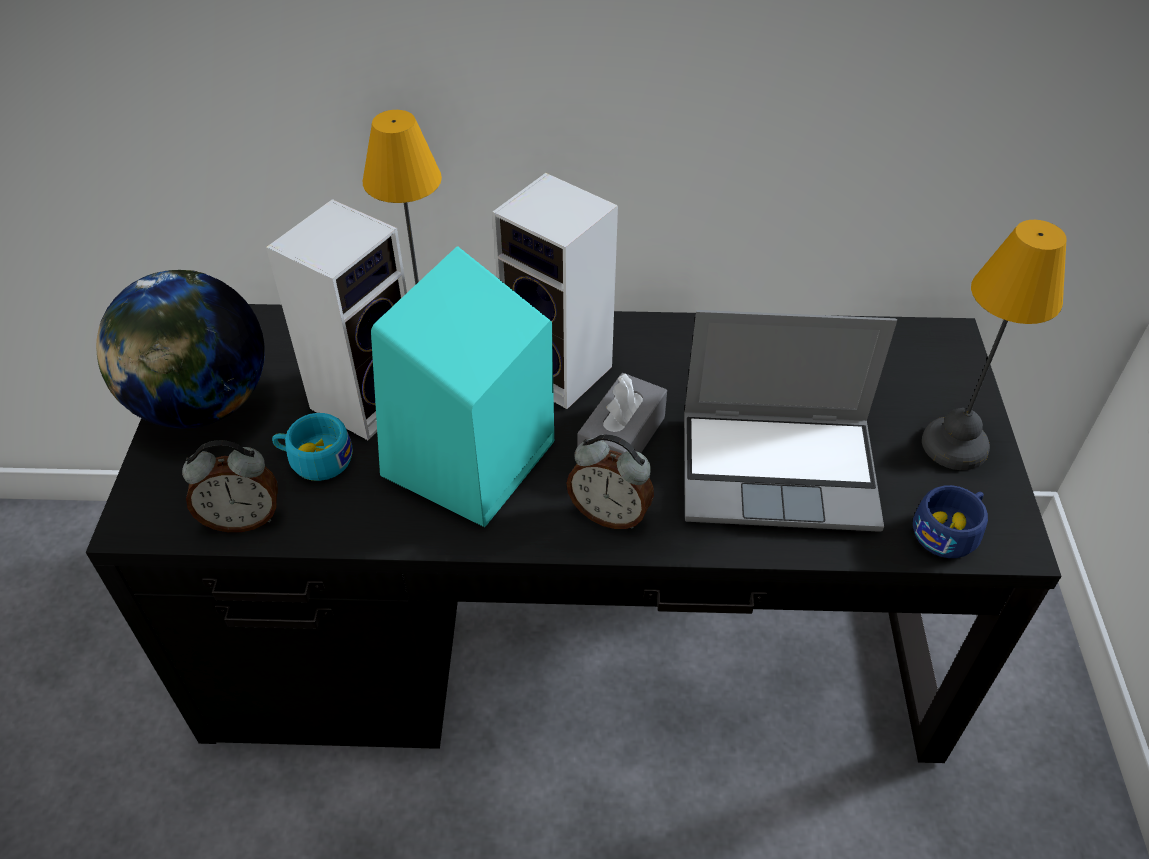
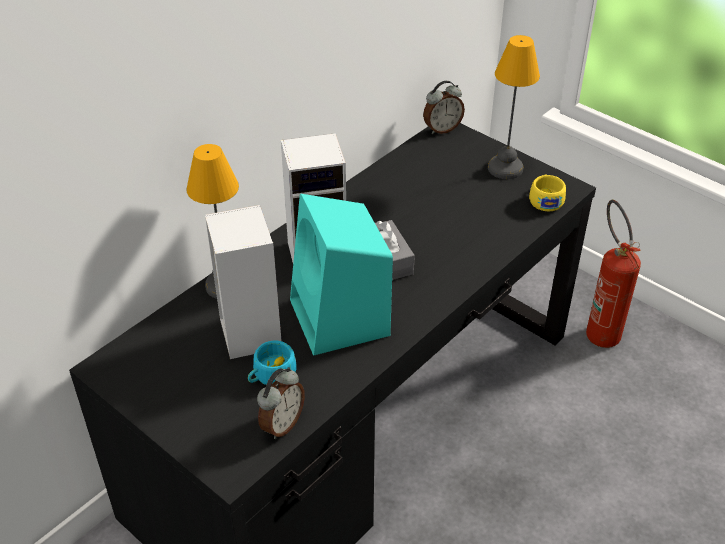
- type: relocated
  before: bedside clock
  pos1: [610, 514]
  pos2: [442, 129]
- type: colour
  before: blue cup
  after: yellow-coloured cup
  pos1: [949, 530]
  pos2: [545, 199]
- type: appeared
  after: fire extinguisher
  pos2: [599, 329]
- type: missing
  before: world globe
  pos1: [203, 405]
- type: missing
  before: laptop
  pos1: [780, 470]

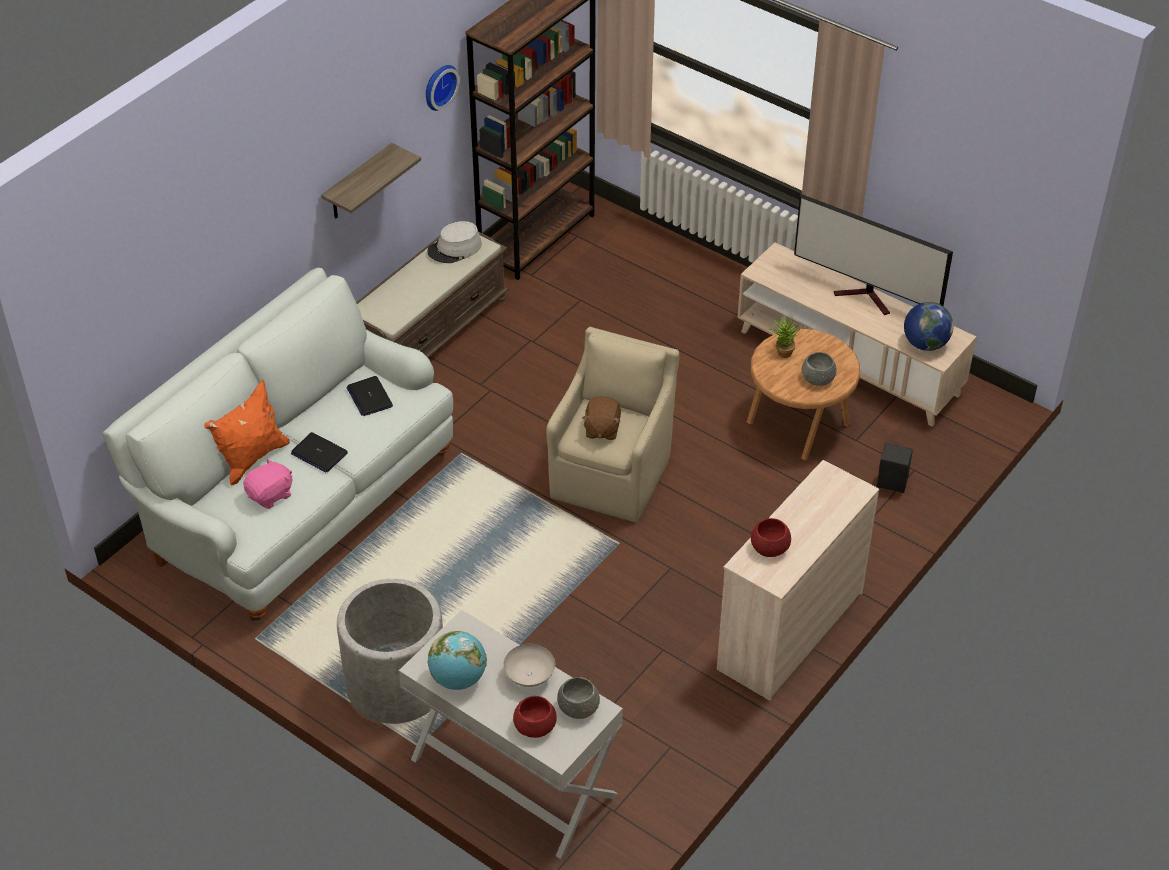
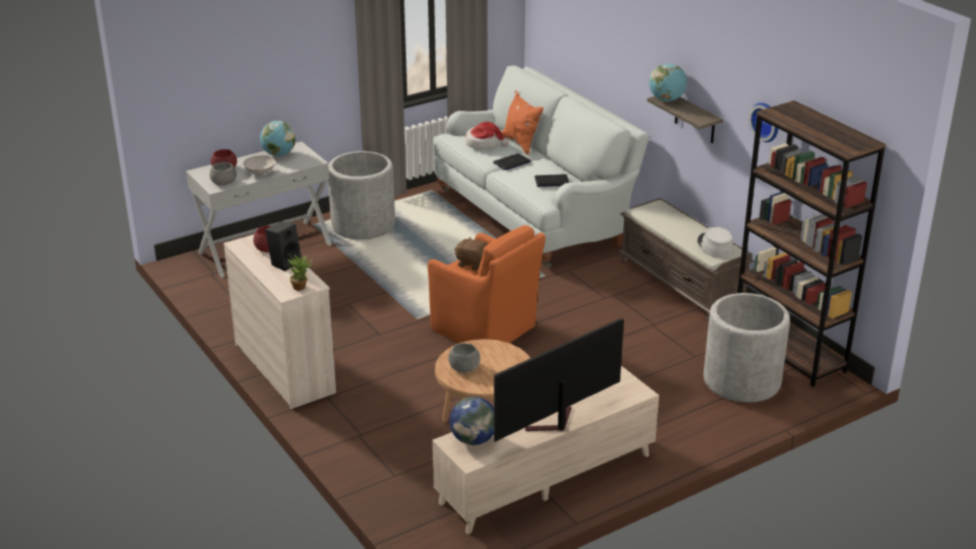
- type: relocated
  before: black-coloured audio speaker
  pos1: [890, 485]
  pos2: [285, 262]
- type: relocated
  before: potted plant
  pos1: [782, 351]
  pos2: [302, 287]
- type: colour
  before: beige-coloured easy chair
  after: orange easy chair
  pos1: [612, 474]
  pos2: [485, 330]
- type: exchanged
  before: pink-coloured cuddly toy
  after: clothing hat
  pos1: [271, 495]
  pos2: [484, 144]
- type: appeared
  after: world globe
  pos2: [666, 100]
- type: appeared
  after: greyish planter
  pos2: [741, 381]

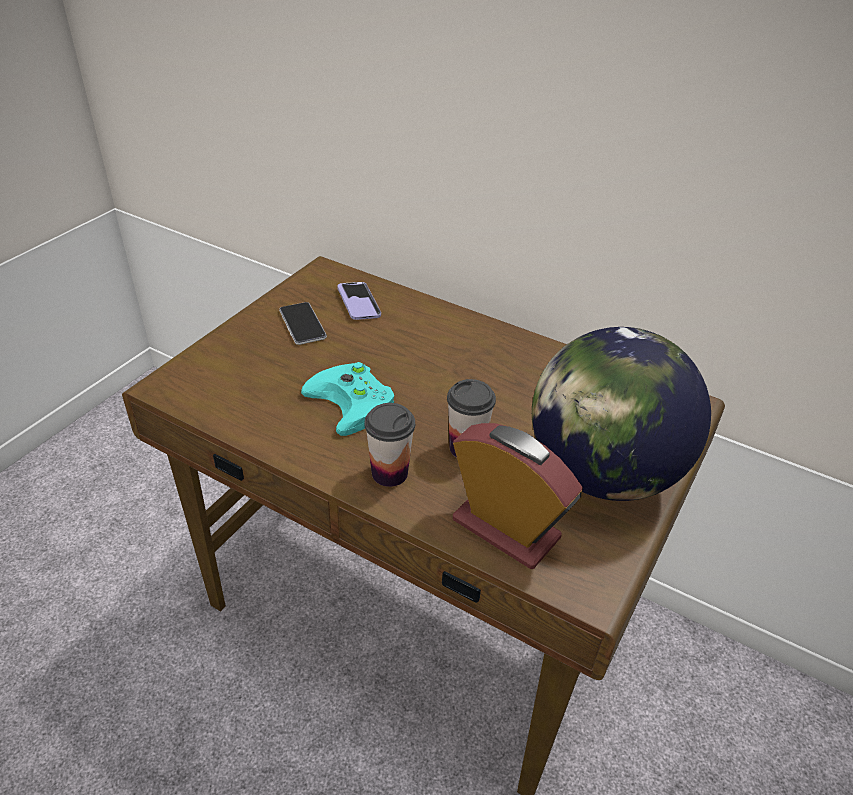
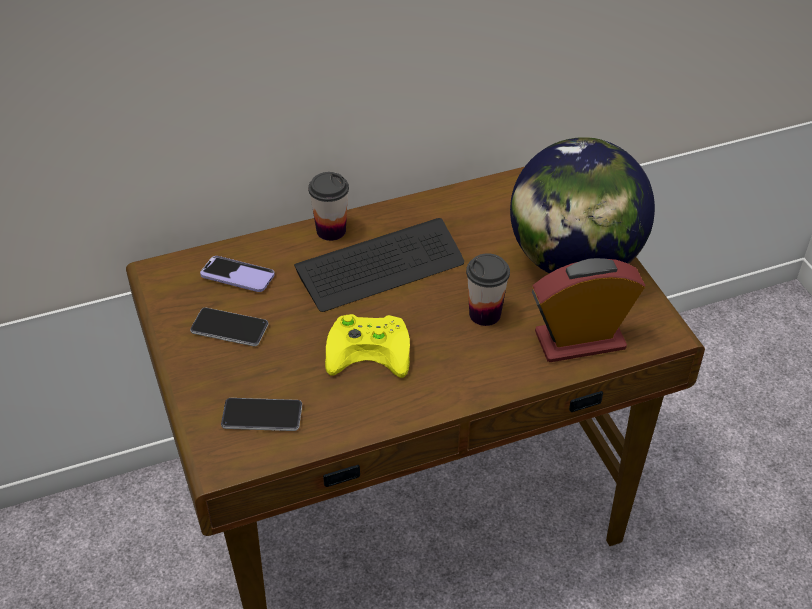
- type: appeared
  after: handset
  pos2: [262, 415]
- type: appeared
  after: PC keyboard
  pos2: [380, 267]
- type: relocated
  before: cup
  pos1: [389, 473]
  pos2: [331, 230]
- type: colour
  before: turquoise game controller
  after: yellow-coloured game controller
  pos1: [355, 402]
  pos2: [371, 348]

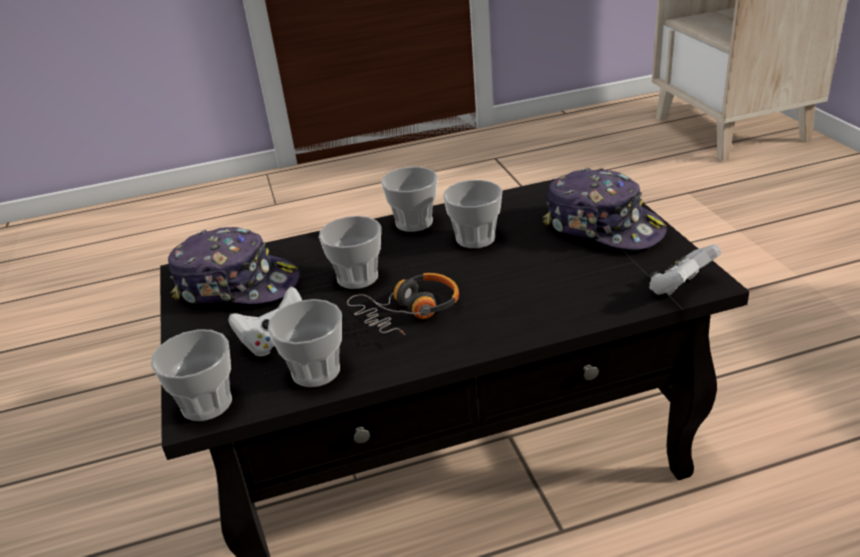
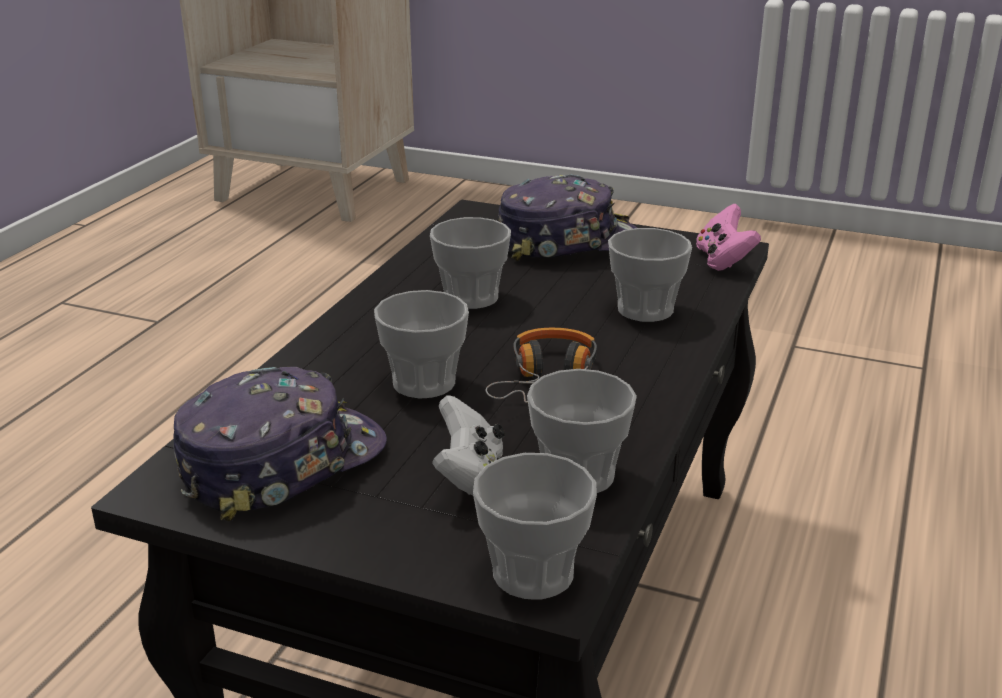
- type: relocated
  before: cup
  pos1: [414, 222]
  pos2: [645, 310]
- type: colour
  before: white game controller
  after: pink-coloured game controller
  pos1: [680, 288]
  pos2: [723, 260]

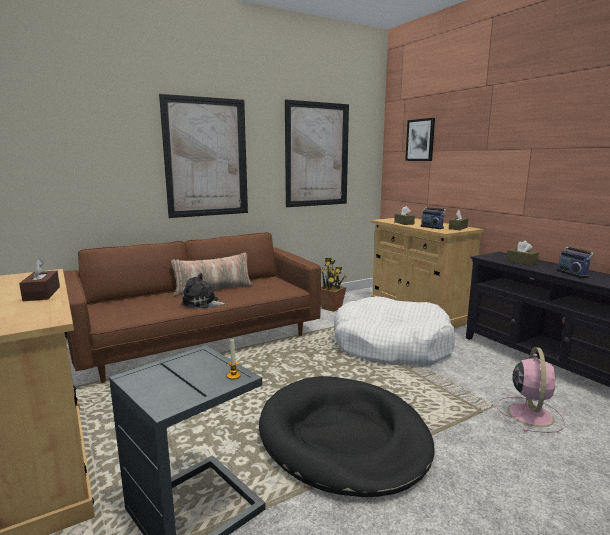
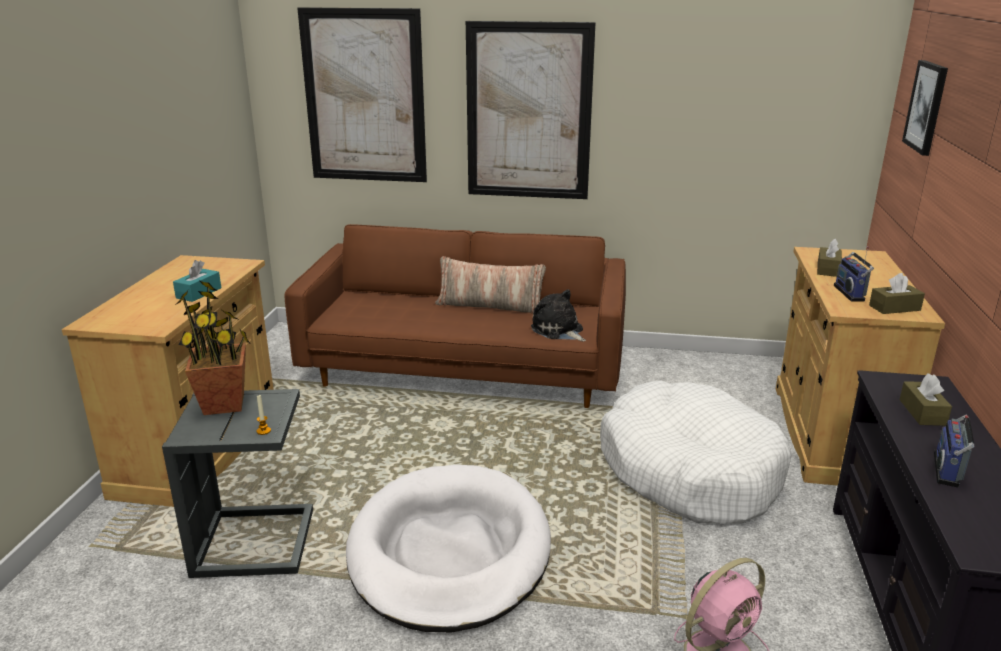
- type: colour
  before: brown-coloured box of tissues
  after: turquoise box of tissues
  pos1: [42, 294]
  pos2: [199, 293]
- type: relocated
  before: potted plant
  pos1: [331, 308]
  pos2: [225, 404]
- type: relocated
  before: picture
  pos1: [317, 155]
  pos2: [364, 97]
- type: colour
  before: black-coloured dog cushion
  after: white dog cushion
  pos1: [343, 438]
  pos2: [449, 552]
- type: relocated
  before: cuddly toy
  pos1: [202, 303]
  pos2: [558, 330]

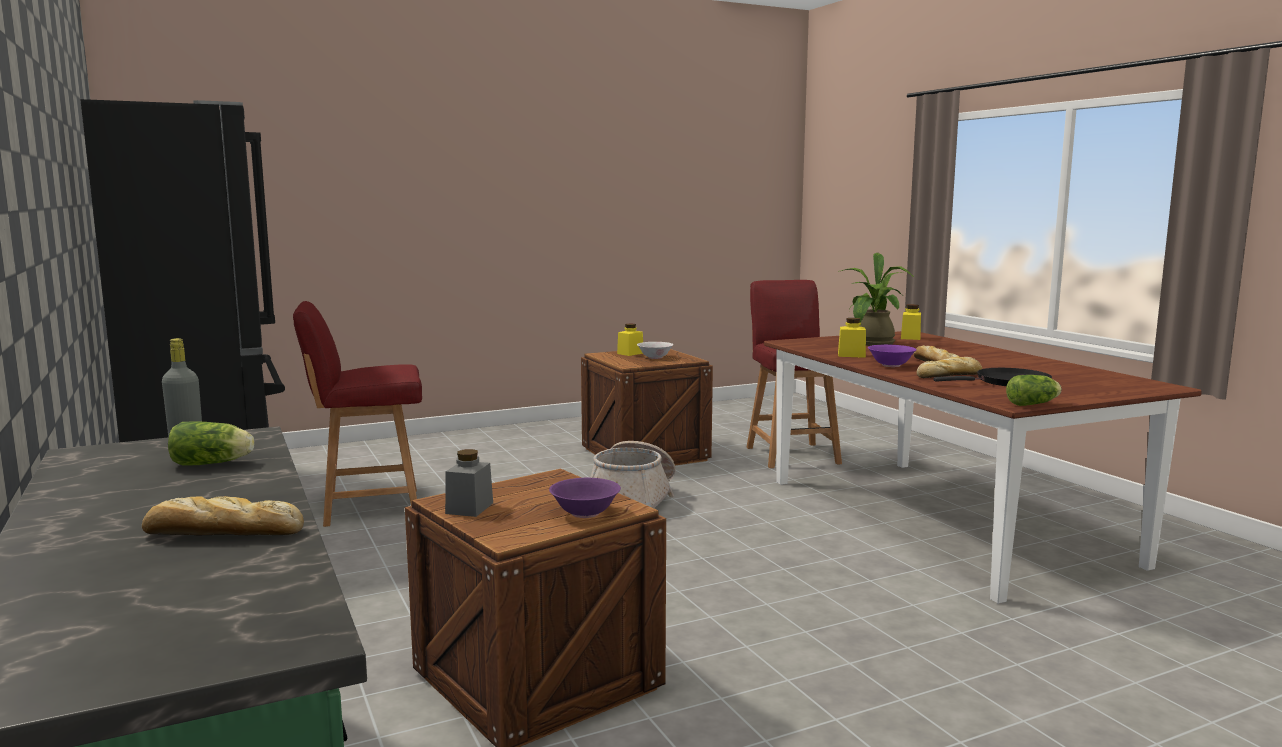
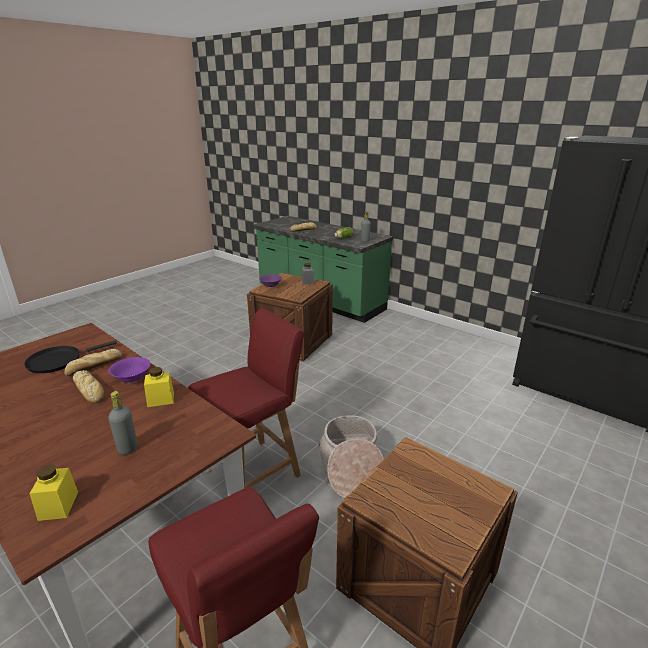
- type: exchanged
  before: potted plant
  after: greyish beverage bottle
  pos1: [872, 344]
  pos2: [127, 448]
- type: relocated
  before: red-coloured upright chair
  pos1: [368, 507]
  pos2: [255, 472]
- type: missing
  before: yellow-coloured storage jar
  pos1: [630, 353]
- type: missing
  before: white bowl
  pos1: [655, 357]
- type: missing
  before: lettuce head
  pos1: [1034, 404]

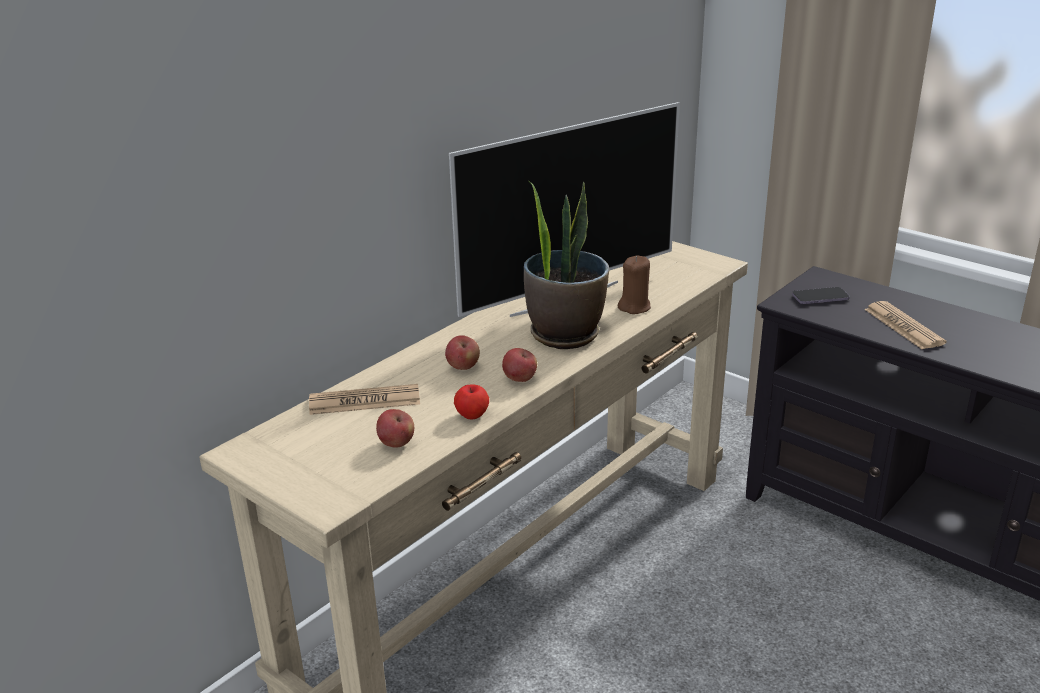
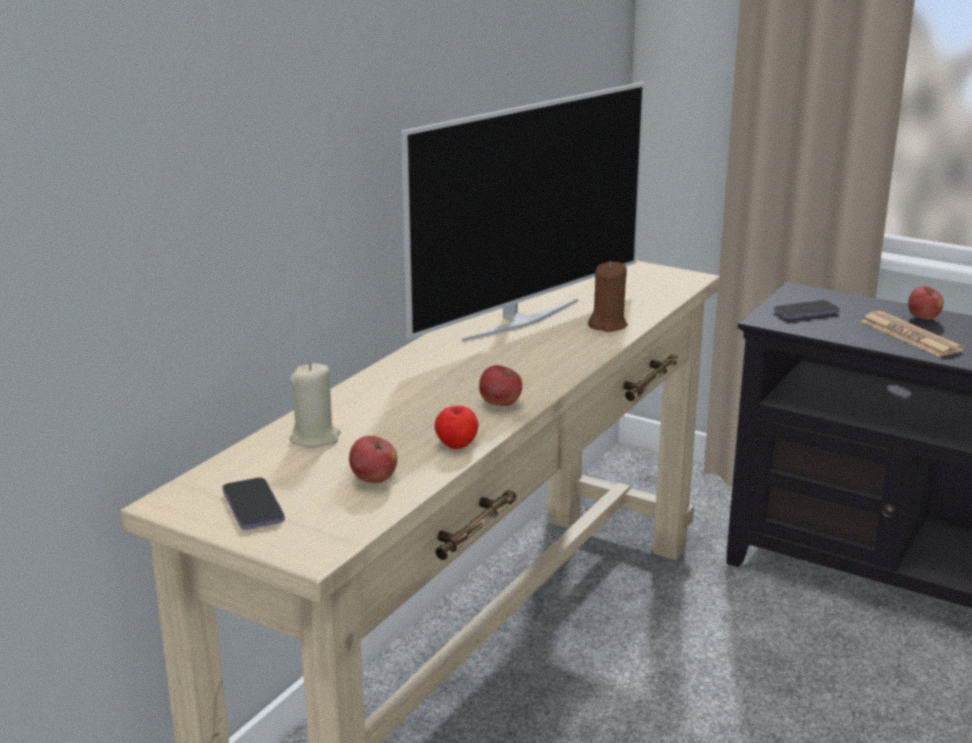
- type: appeared
  after: handset
  pos2: [253, 507]
- type: exchanged
  before: daily paper
  after: beige-coloured wax light
  pos1: [364, 401]
  pos2: [315, 438]
- type: relocated
  before: apple
  pos1: [463, 367]
  pos2: [923, 318]
- type: missing
  before: potted plant
  pos1: [565, 334]

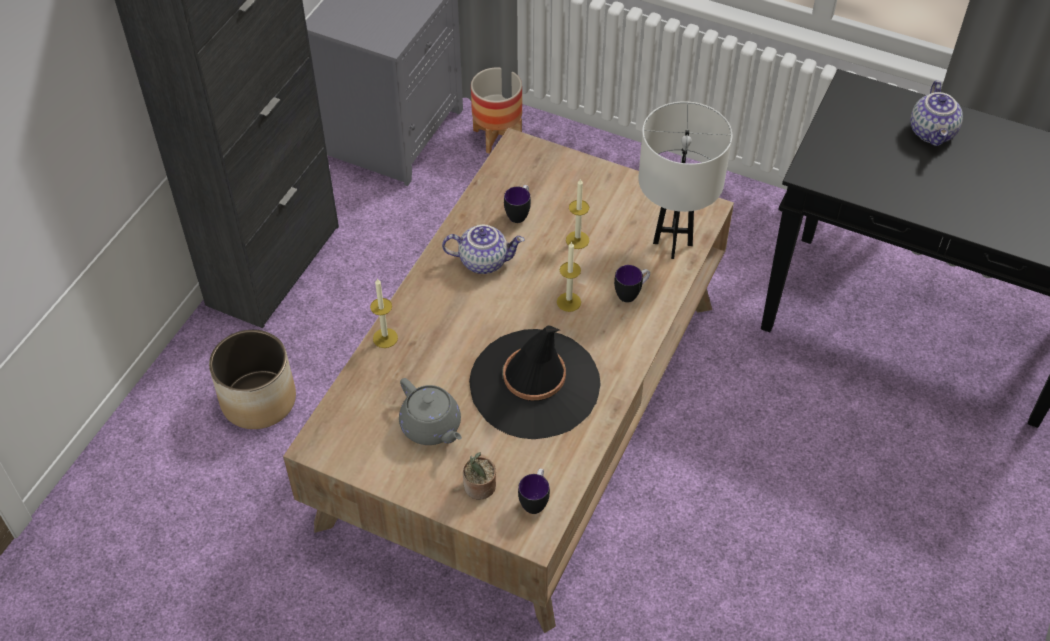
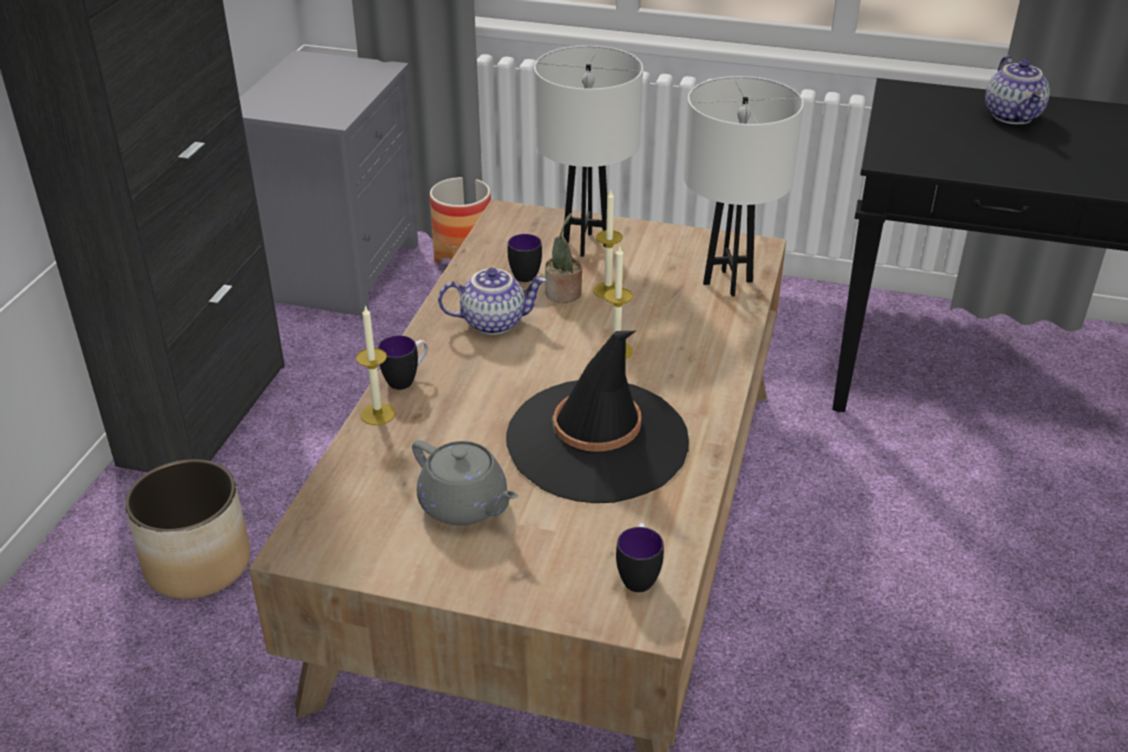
- type: relocated
  before: mug
  pos1: [631, 293]
  pos2: [406, 379]
- type: appeared
  after: white lamp for a table
  pos2: [586, 244]
- type: relocated
  before: potted plant
  pos1: [480, 488]
  pos2: [564, 294]

